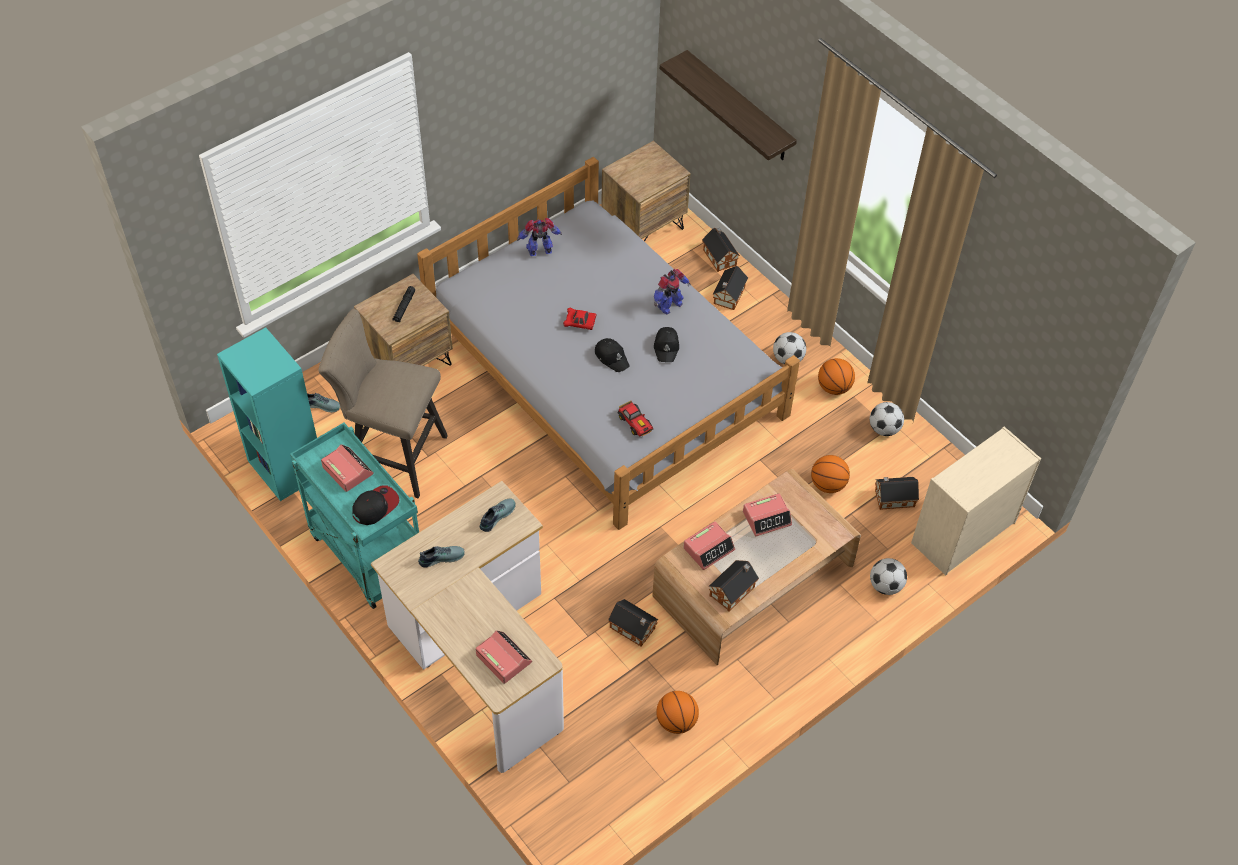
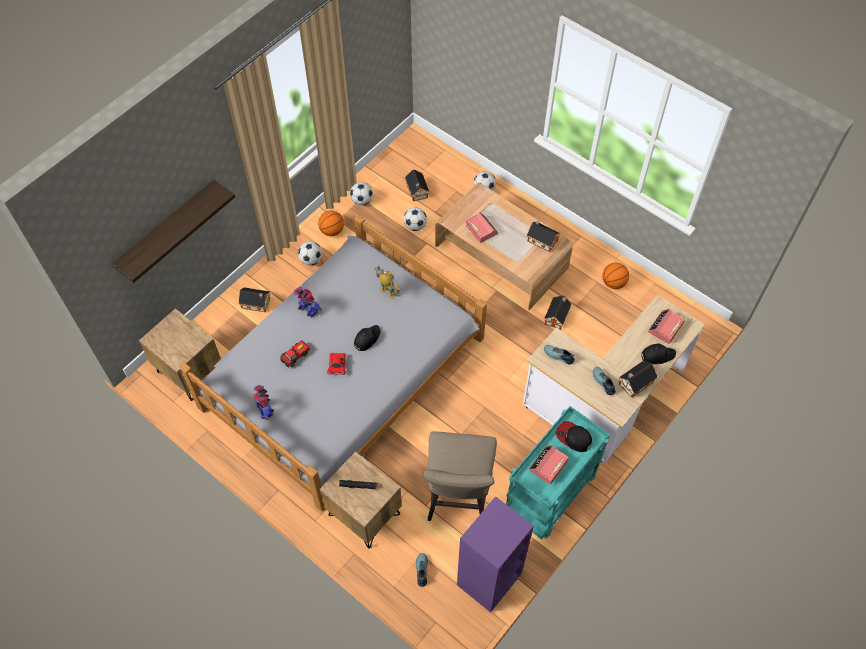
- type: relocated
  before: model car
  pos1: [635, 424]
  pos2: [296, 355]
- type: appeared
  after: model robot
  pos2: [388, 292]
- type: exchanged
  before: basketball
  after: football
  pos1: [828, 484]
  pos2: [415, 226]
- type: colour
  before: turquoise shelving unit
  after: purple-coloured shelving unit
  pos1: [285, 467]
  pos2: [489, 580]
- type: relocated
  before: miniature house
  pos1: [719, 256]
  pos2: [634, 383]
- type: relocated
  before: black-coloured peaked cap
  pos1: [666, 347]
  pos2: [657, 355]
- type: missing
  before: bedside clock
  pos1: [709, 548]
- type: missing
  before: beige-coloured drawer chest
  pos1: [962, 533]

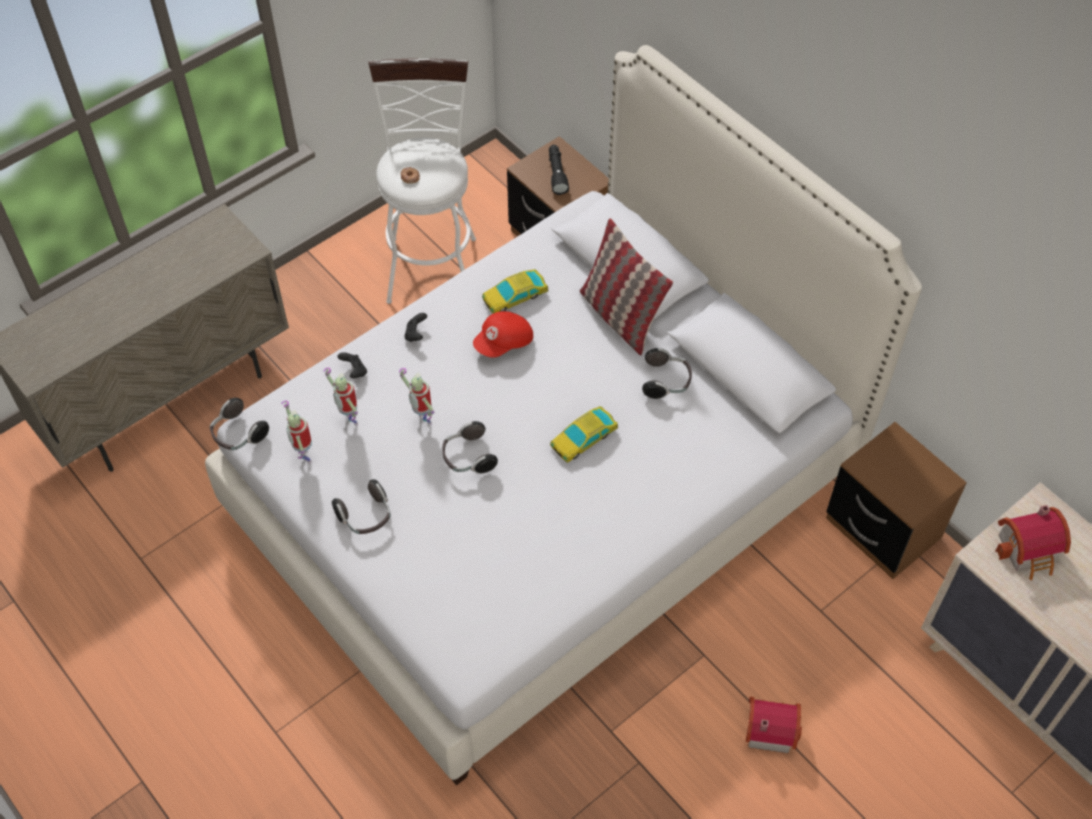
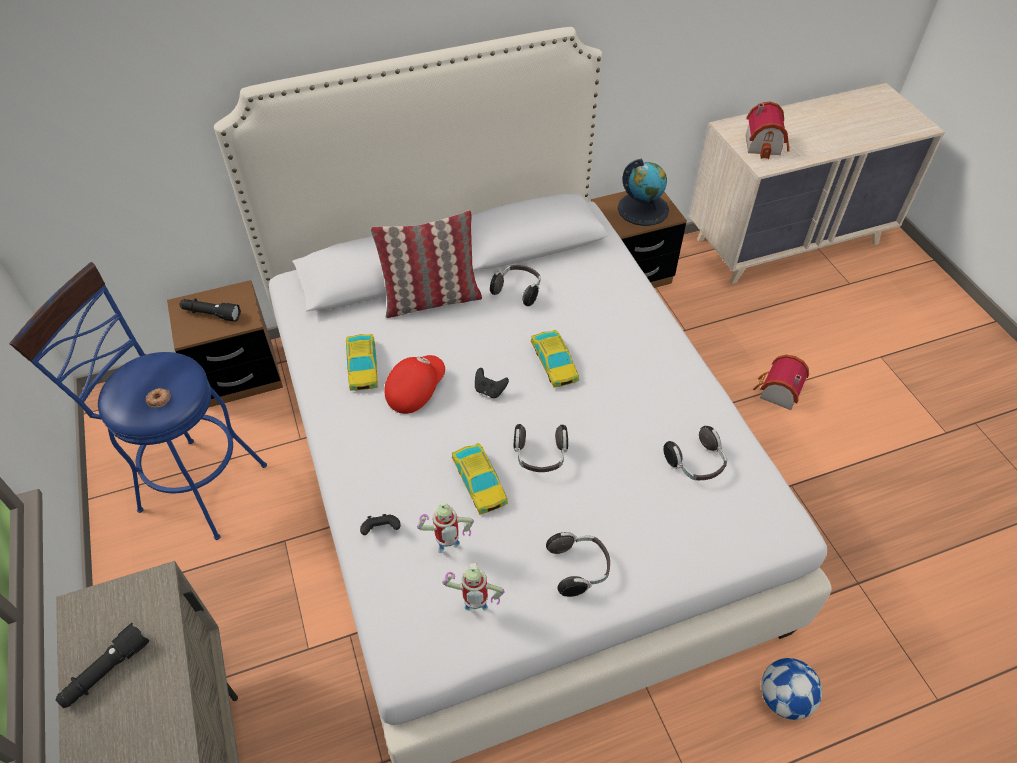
- type: colour
  before: white stool seat
  after: blue stool seat
  pos1: [432, 262]
  pos2: [193, 484]
- type: appeared
  after: black-coloured hand torch
  pos2: [106, 671]
- type: spun
  before: red-coloured peaked cap
  pos1: [504, 343]
  pos2: [415, 390]
  turn: -120
- type: exchanged
  before: model robot
  after: model car
  pos1: [422, 420]
  pos2: [479, 482]
- type: relocated
  before: black-coloured game controller
  pos1: [416, 334]
  pos2: [489, 390]
- type: appeared
  after: world globe
  pos2: [643, 209]
- type: relocated
  before: headphones
  pos1: [238, 434]
  pos2: [696, 464]
- type: appeared
  after: football
  pos2: [784, 698]

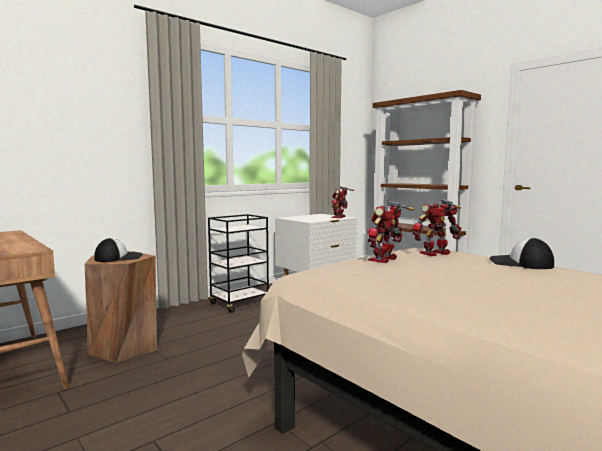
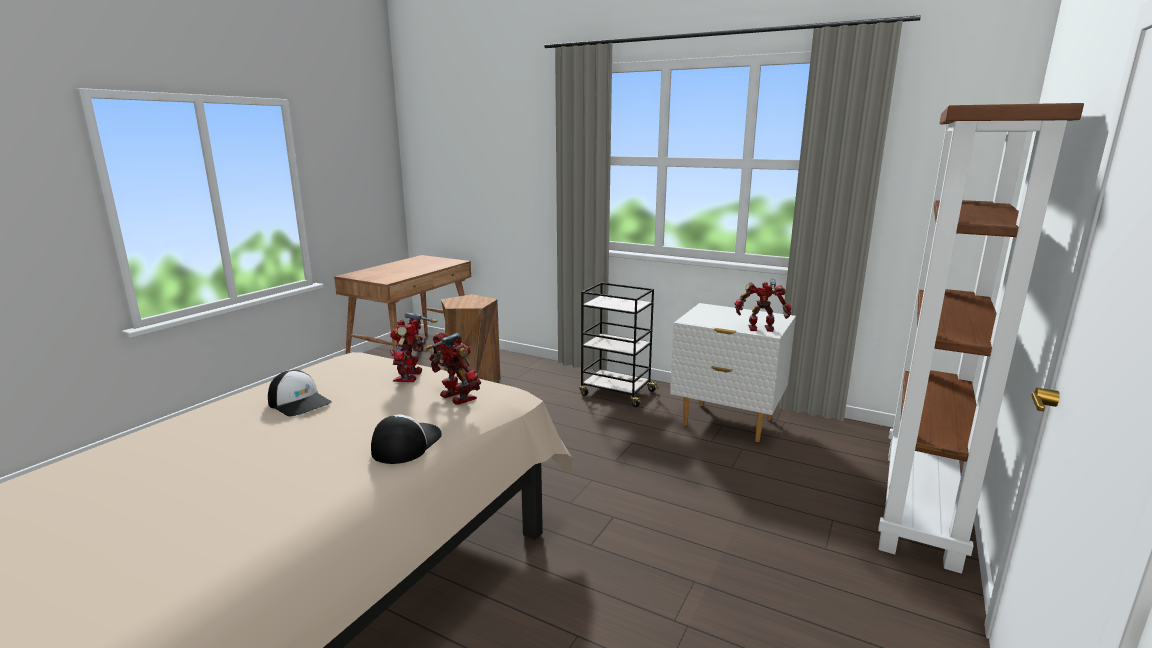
- type: relocated
  before: peaked cap
  pos1: [119, 258]
  pos2: [300, 403]
- type: spun
  before: model robot
  pos1: [385, 259]
  pos2: [411, 376]
  turn: -105

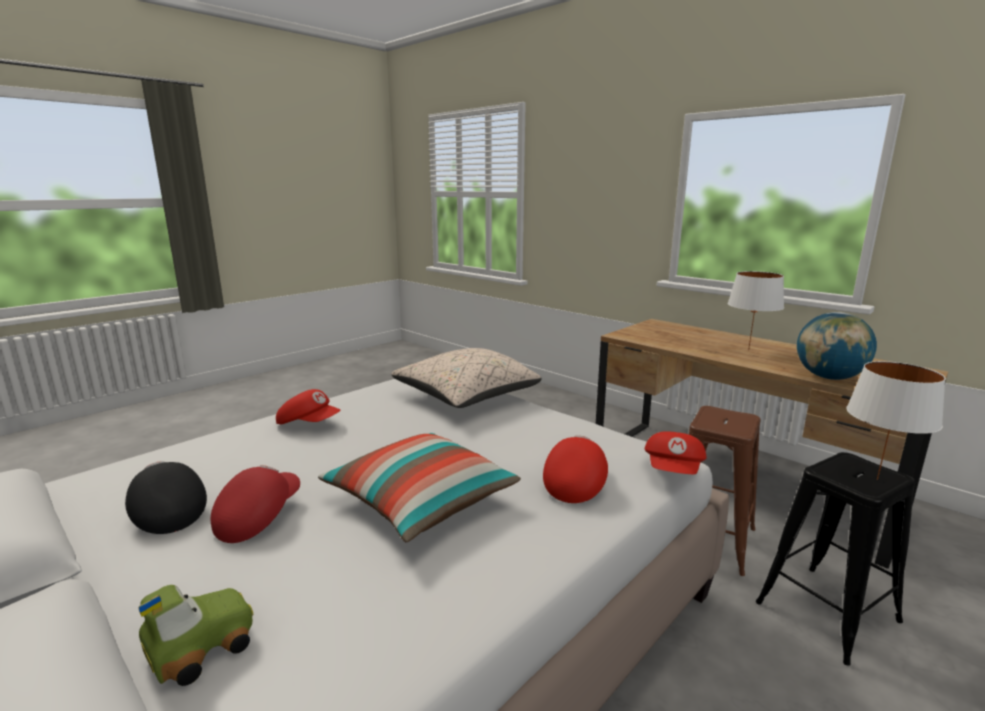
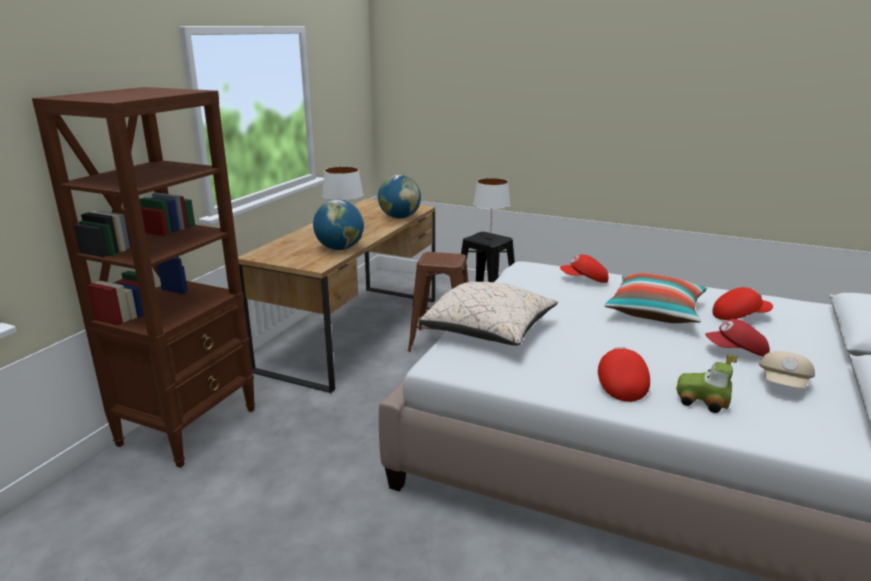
- type: appeared
  after: brown-coloured shelving unit
  pos2: [189, 426]
- type: appeared
  after: world globe
  pos2: [340, 248]
- type: relocated
  before: model car
  pos1: [200, 647]
  pos2: [702, 401]
- type: relocated
  before: red-coloured peaked cap
  pos1: [674, 471]
  pos2: [739, 316]
- type: colour
  before: black-coloured peaked cap
  after: beige-coloured peaked cap
  pos1: [167, 512]
  pos2: [784, 384]

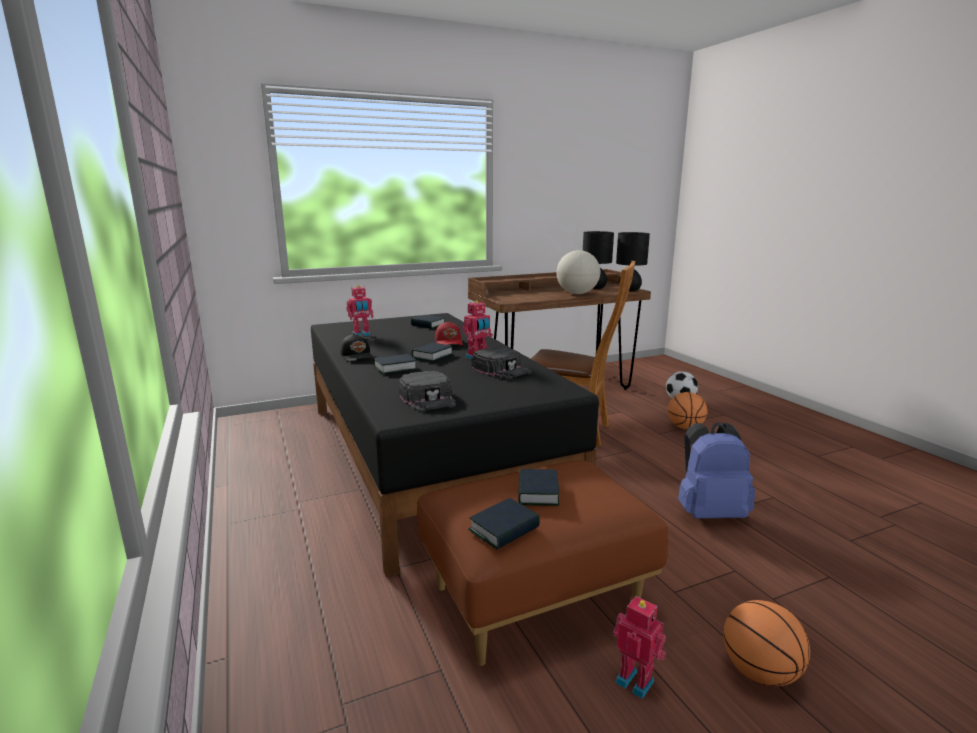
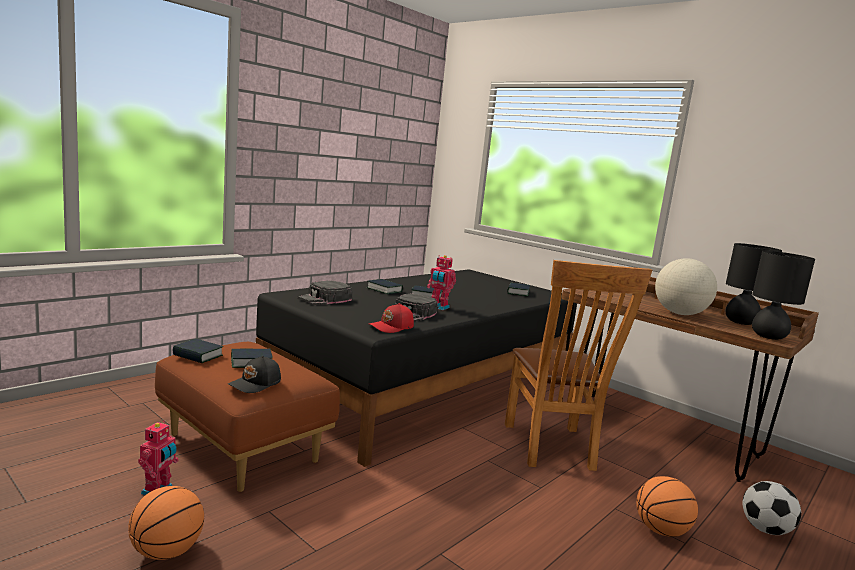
- type: relocated
  before: black-coloured peaked cap
  pos1: [357, 356]
  pos2: [256, 384]
- type: relocated
  before: red-coloured peaked cap
  pos1: [449, 342]
  pos2: [392, 327]
- type: missing
  before: model robot
  pos1: [361, 335]
- type: missing
  before: blue backpack
  pos1: [709, 513]

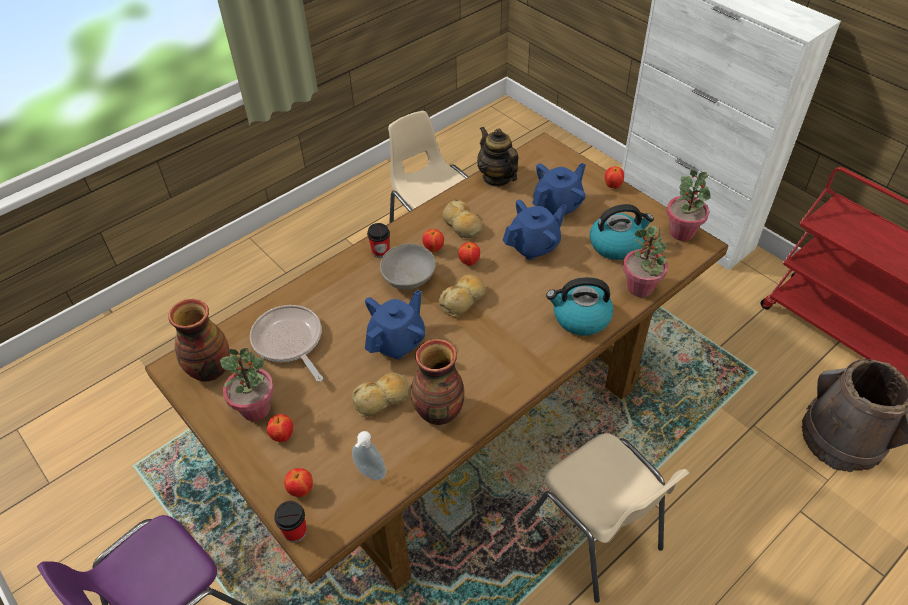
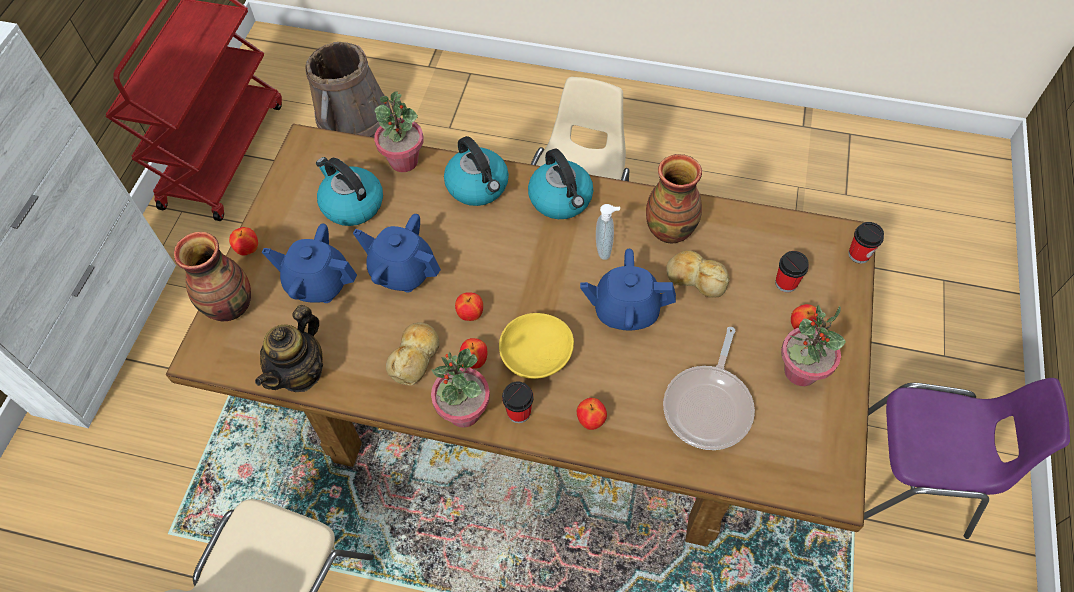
- type: relocated
  before: vase
  pos1: [209, 370]
  pos2: [231, 306]
- type: relocated
  before: potted plant
  pos1: [682, 232]
  pos2: [463, 412]
- type: colour
  before: greyish bowl
  after: yellow-coloured bowl
  pos1: [409, 278]
  pos2: [536, 355]
- type: appeared
  after: water kettle
  pos2: [561, 199]
- type: relocated
  before: apple
  pos1: [301, 490]
  pos2: [591, 421]
- type: relocated
  before: soap bottle
  pos1: [369, 474]
  pos2: [605, 249]
- type: appeared
  after: cup
  pos2: [786, 283]
- type: missing
  before: bakery bread
  pos1: [463, 300]

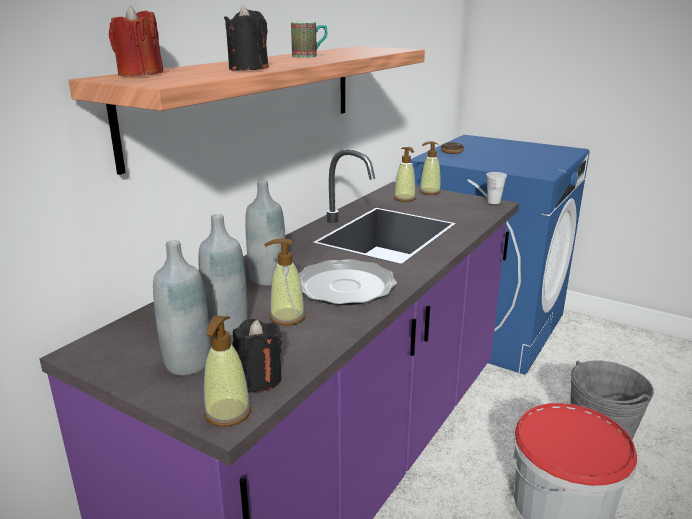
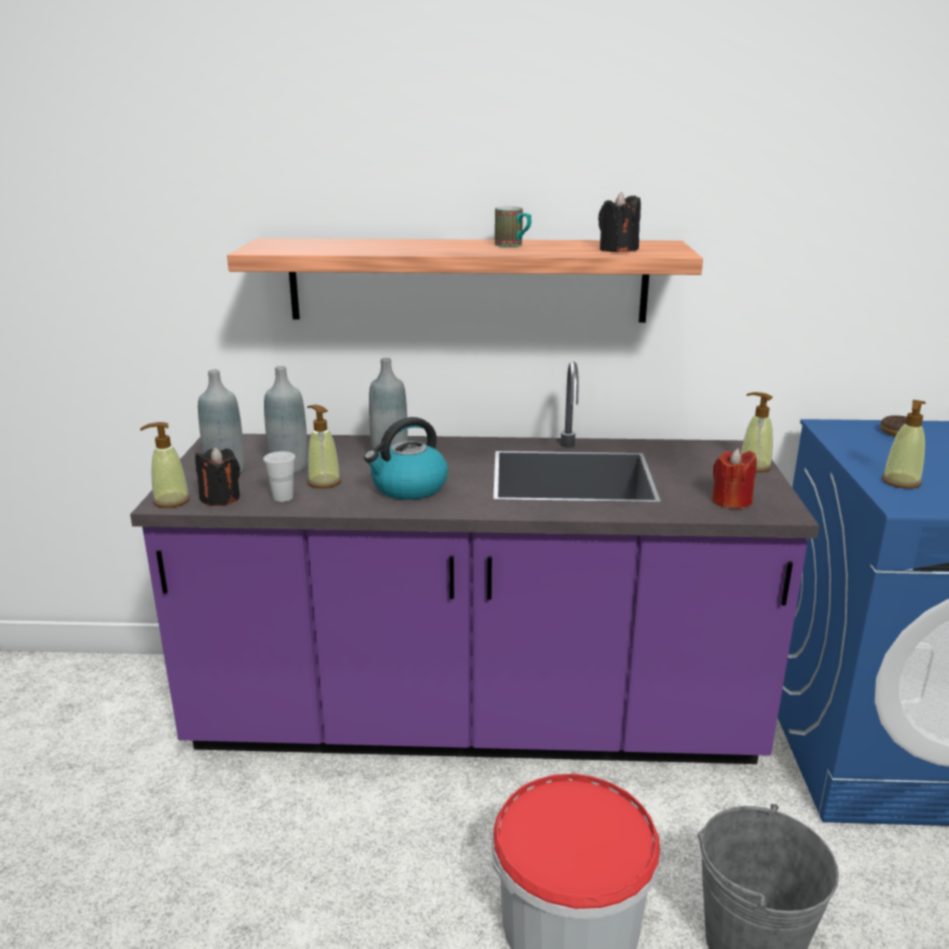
- type: relocated
  before: white cup
  pos1: [493, 202]
  pos2: [283, 497]
- type: exchanged
  before: dinner plate
  after: water kettle
  pos1: [345, 286]
  pos2: [408, 488]
- type: relocated
  before: black-coloured wax light
  pos1: [248, 68]
  pos2: [618, 250]
- type: relocated
  before: red-coloured wax light
  pos1: [140, 74]
  pos2: [731, 501]
- type: relocated
  before: soap bottle
  pos1: [404, 198]
  pos2: [901, 482]

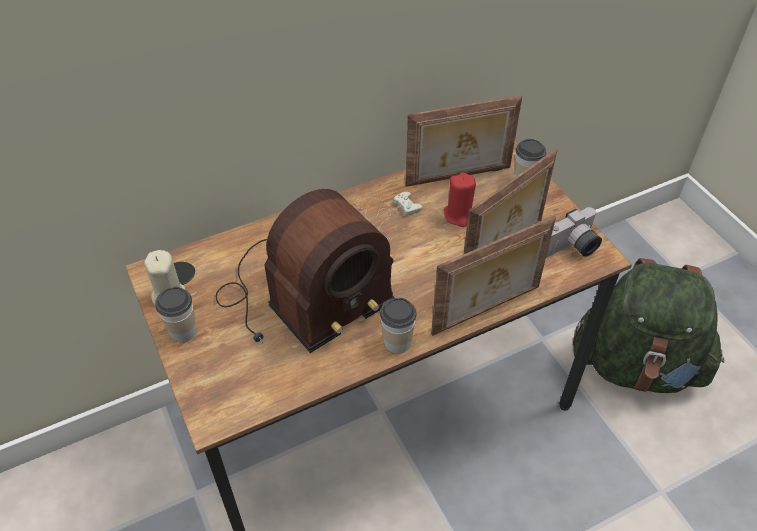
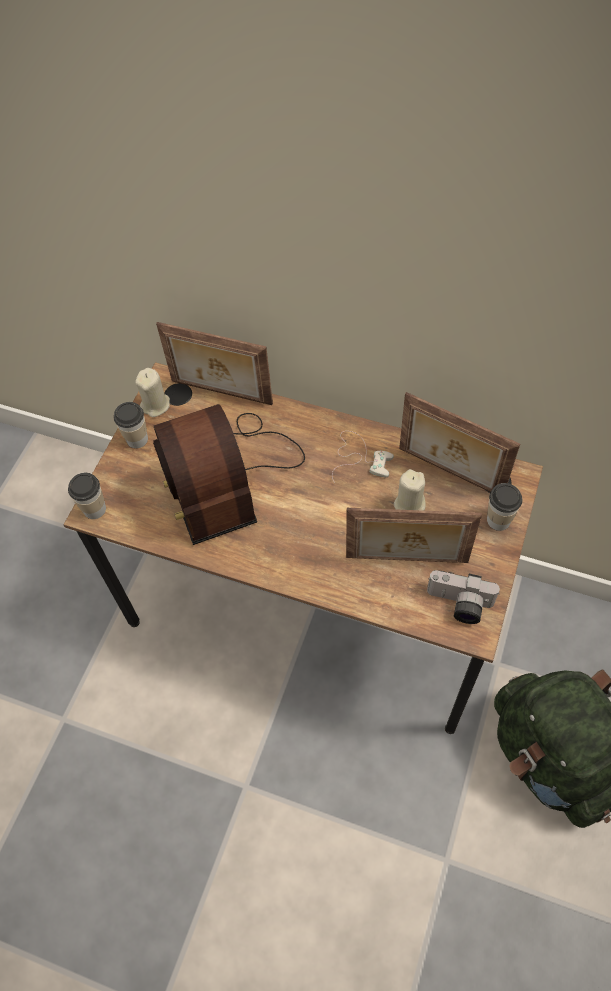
- type: relocated
  before: cup
  pos1: [397, 342]
  pos2: [94, 509]
- type: spun
  before: radio
  pos1: [301, 298]
  pos2: [228, 476]
  turn: 60
- type: relocated
  before: standing frame
  pos1: [487, 311]
  pos2: [221, 393]
- type: colour
  before: red-coloured wax light
  after: beige-coloured wax light
  pos1: [459, 215]
  pos2: [409, 506]

